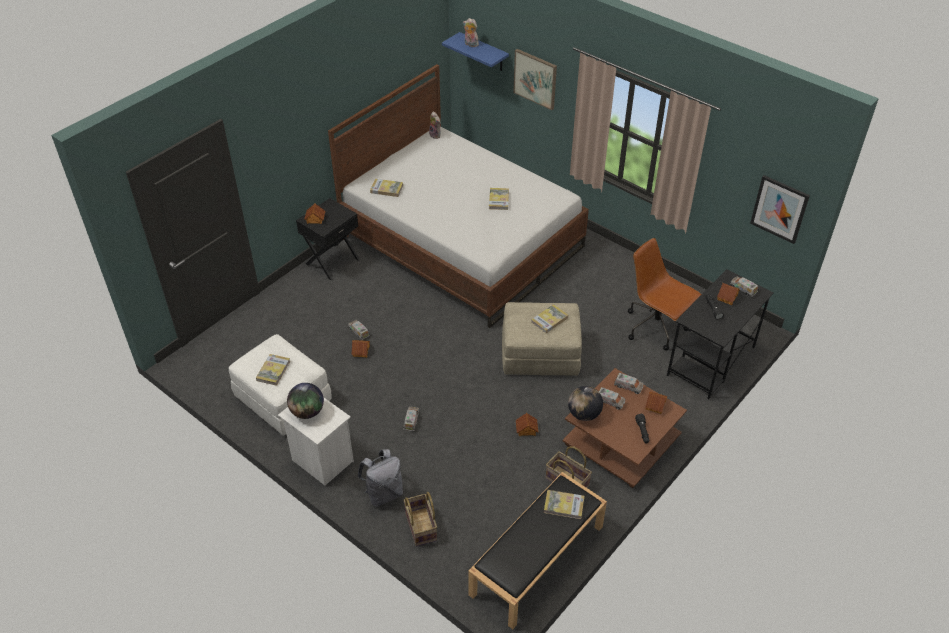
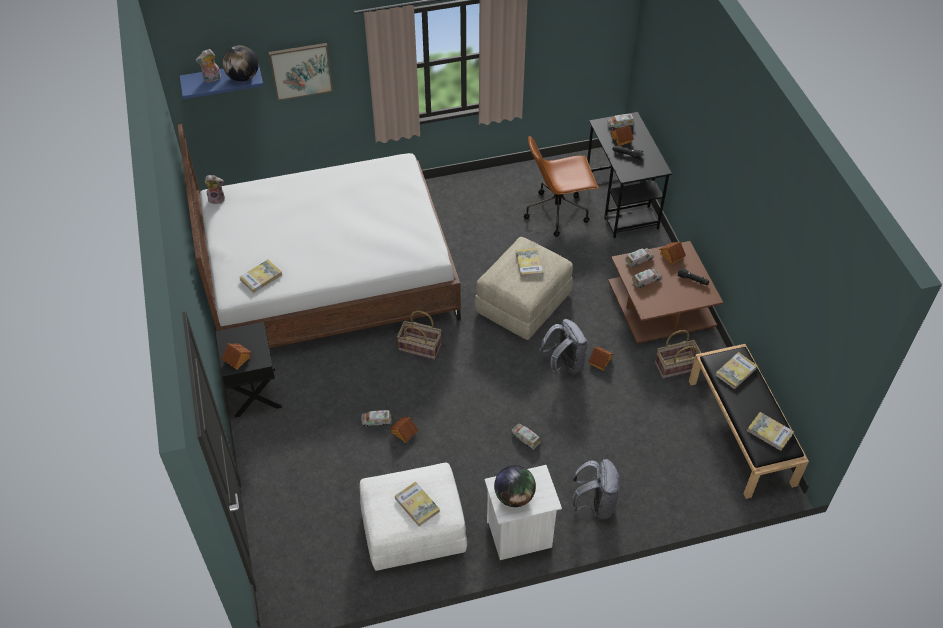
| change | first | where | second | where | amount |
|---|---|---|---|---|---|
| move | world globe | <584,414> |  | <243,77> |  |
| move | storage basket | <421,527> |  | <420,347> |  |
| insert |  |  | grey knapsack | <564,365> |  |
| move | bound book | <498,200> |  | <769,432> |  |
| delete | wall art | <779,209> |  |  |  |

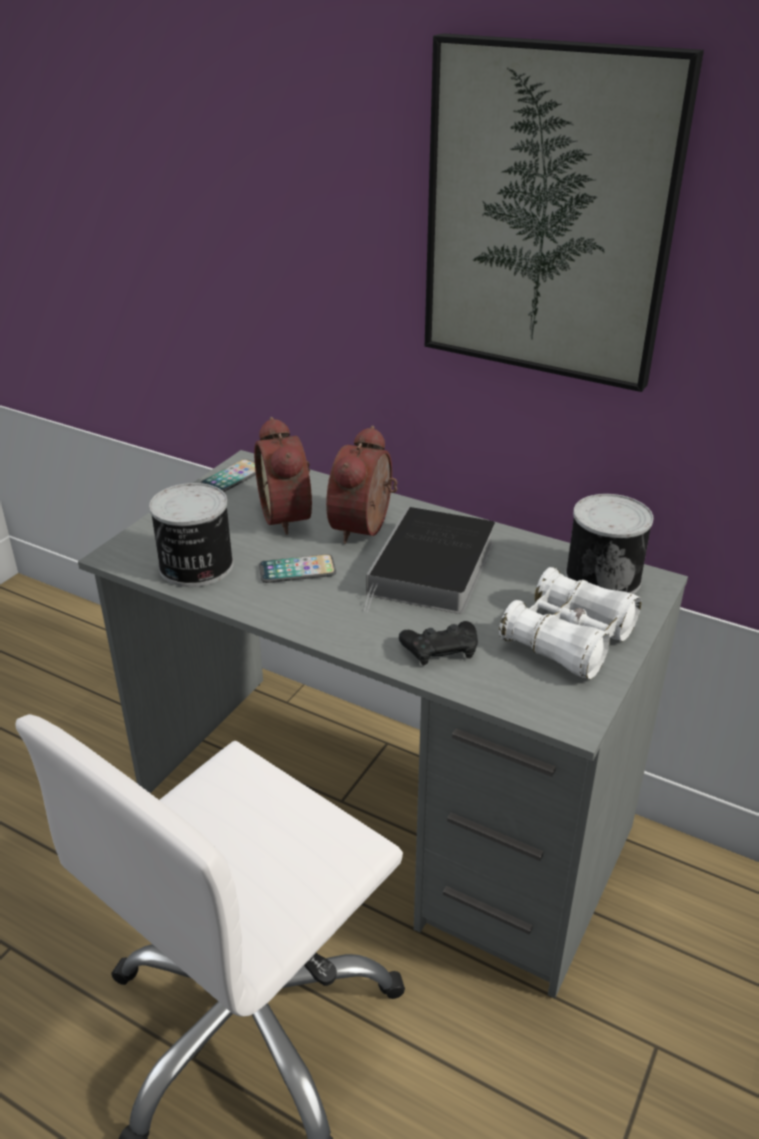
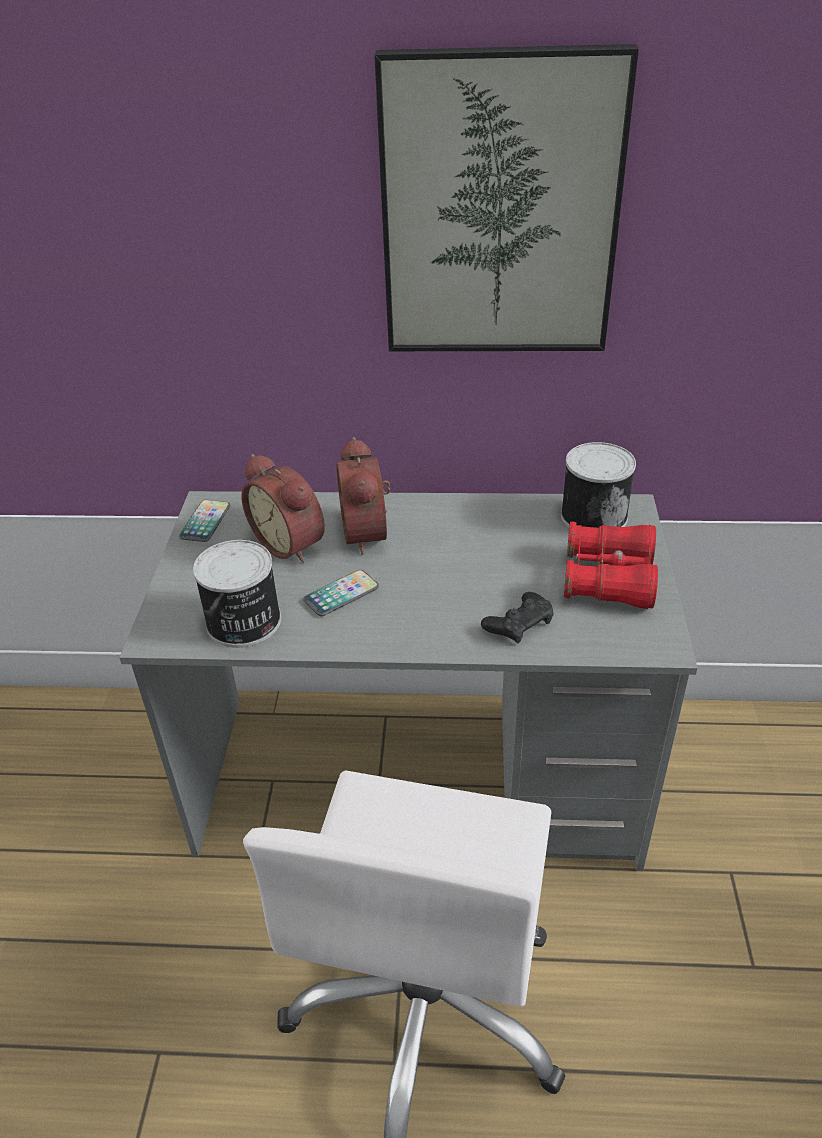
| change | first | where | second | where | amount |
|---|---|---|---|---|---|
| recolor | white-coloured field glasses | <568,639> | red-coloured field glasses | <609,579> |  |
| delete | bound book | <432,570> |  |  |  |

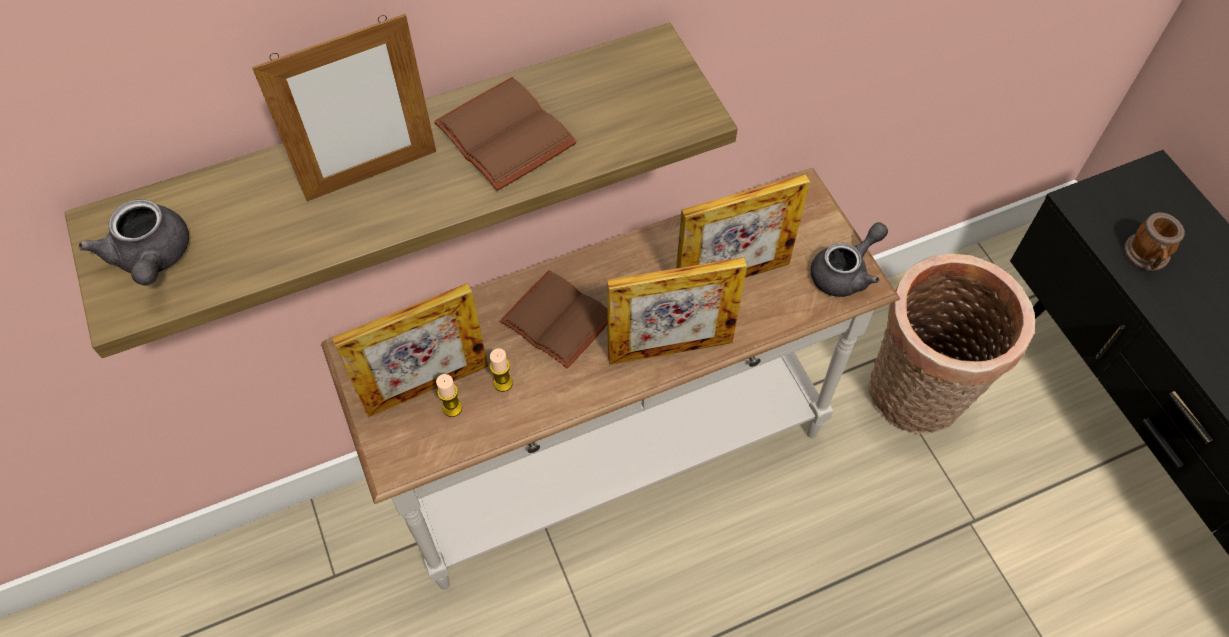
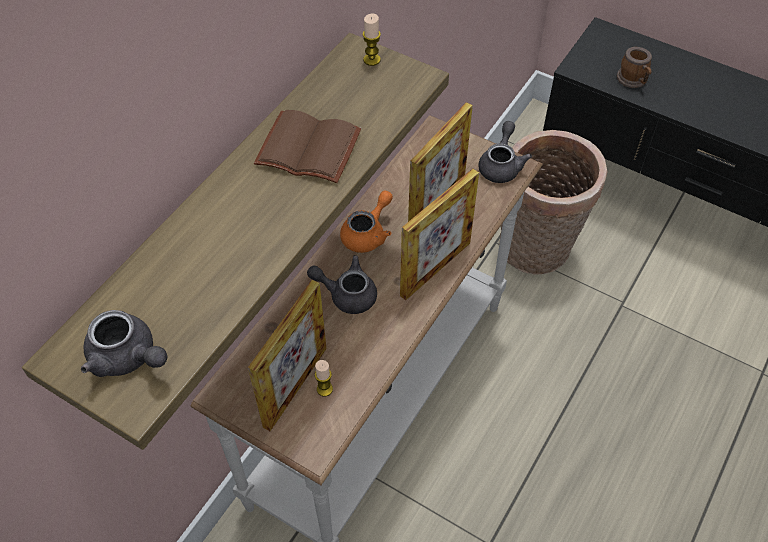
| change | first | where | second | where | amount |
|---|---|---|---|---|---|
| replace | brown-coloured bound book | <555,321> | grey pot for tea | <347,294> |  |
| insert |  |  | orangey pot for tea | <368,234> |  |
| move | wax candle | <503,383> |  | <371,60> |  |
| delete | photo frame | <372,175> |  |  |  |

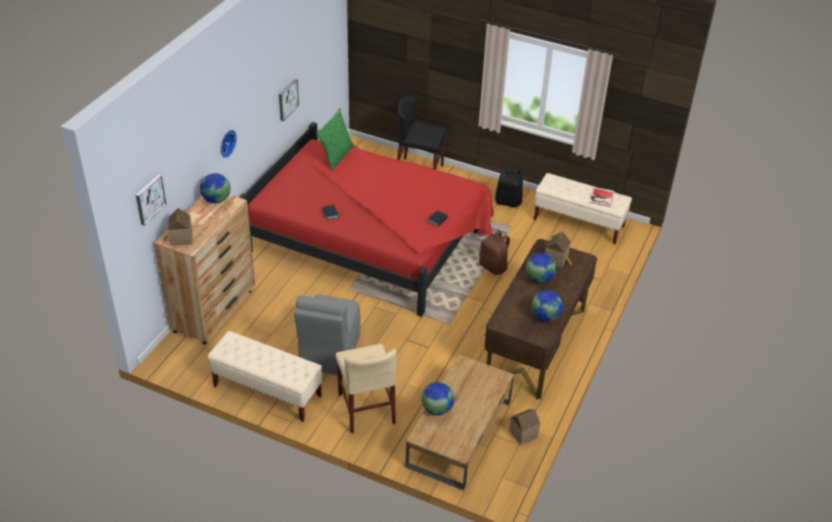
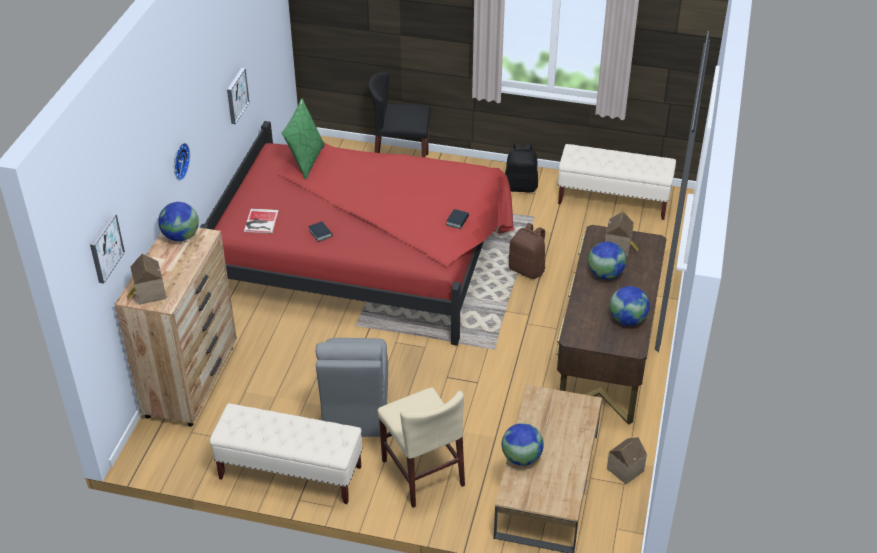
| change | first | where | second | where | amount |
|---|---|---|---|---|---|
| move | bound book | <601,197> |  | <260,222> |  |

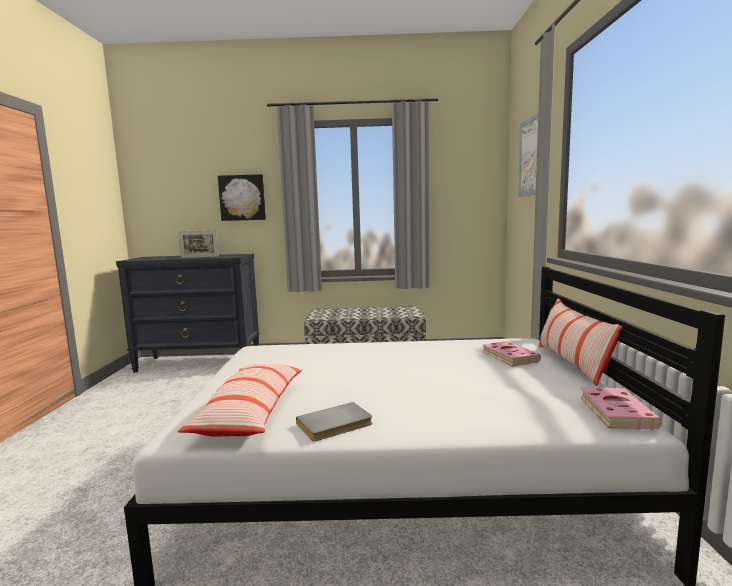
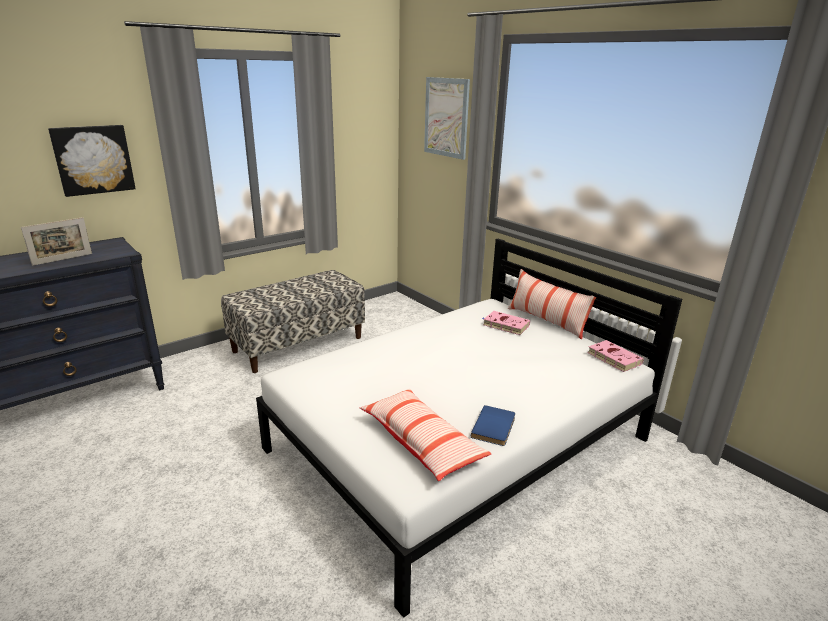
| change | first | where | second | where | amount |
|---|---|---|---|---|---|
| recolor | grey bound book | <335,425> | bluish bound book | <495,427> |  |

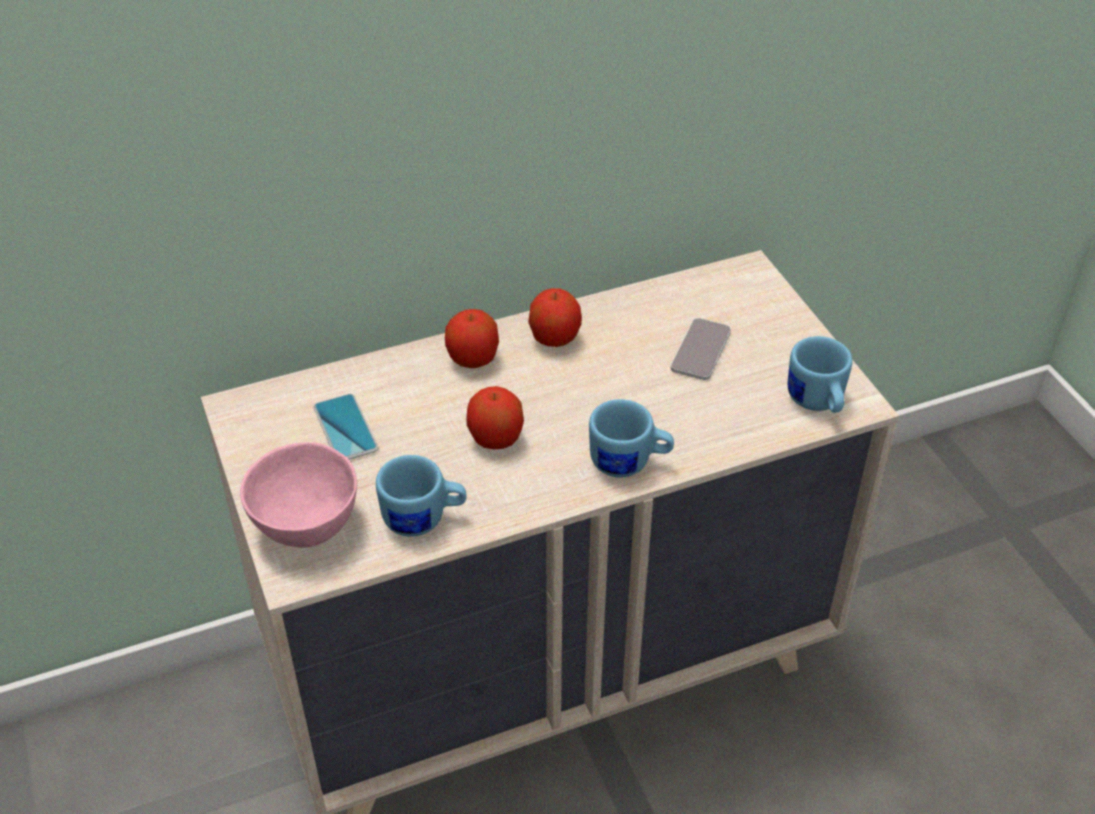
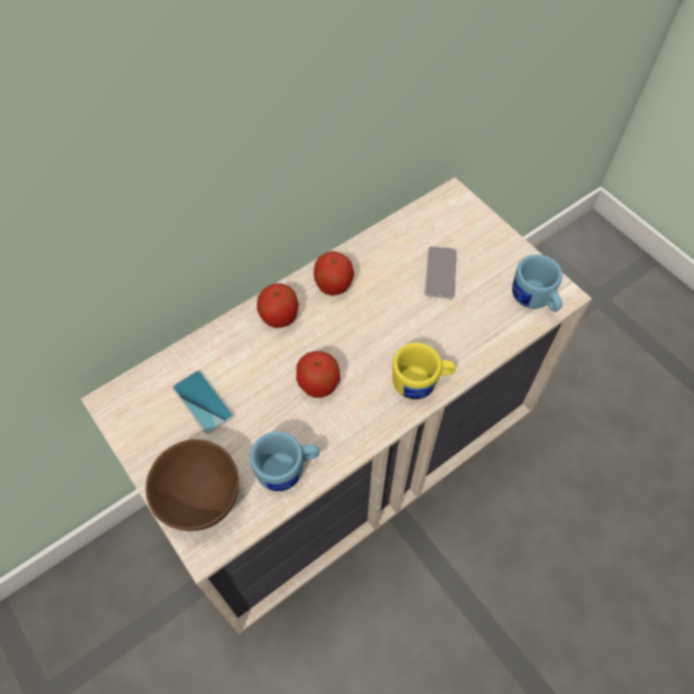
| change | first | where | second | where | amount |
|---|---|---|---|---|---|
| recolor | pinkish bowl | <306,524> | brown-coloured bowl | <200,497> |  |
| recolor | bluish tea mug | <629,463> | yellow tea mug | <421,383> |  |

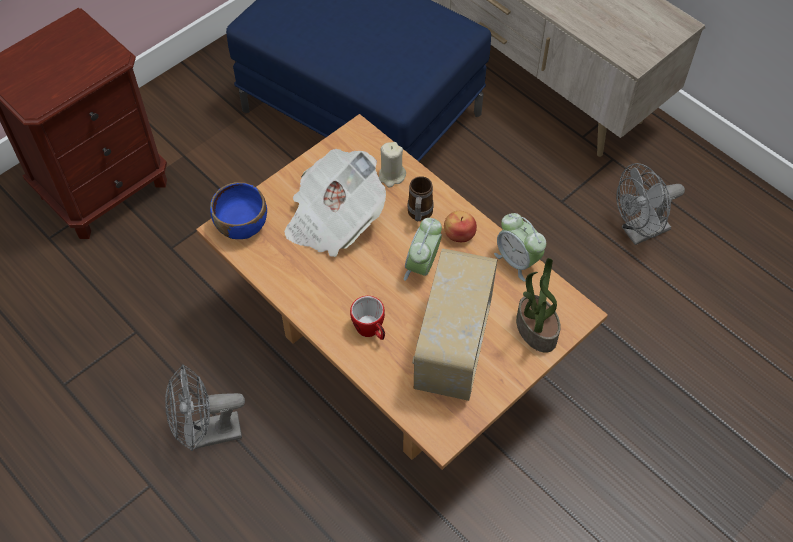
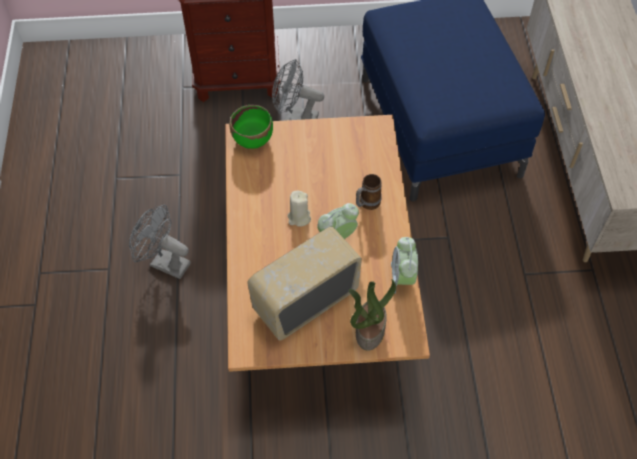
| change | first | where | second | where | amount |
|---|---|---|---|---|---|
| recolor | bluish bowl | <242,225> | green-coloured bowl | <253,139> |  |
| move | grey fan | <639,232> |  | <295,118> |  |
| move | beige-coloured wax candle | <391,176> |  | <299,218> |  |
| delete | newspaper | <333,219> |  |  |  |
| delete | tea mug | <371,331> |  |  |  |
| delete | apple fruit | <459,234> |  |  |  |

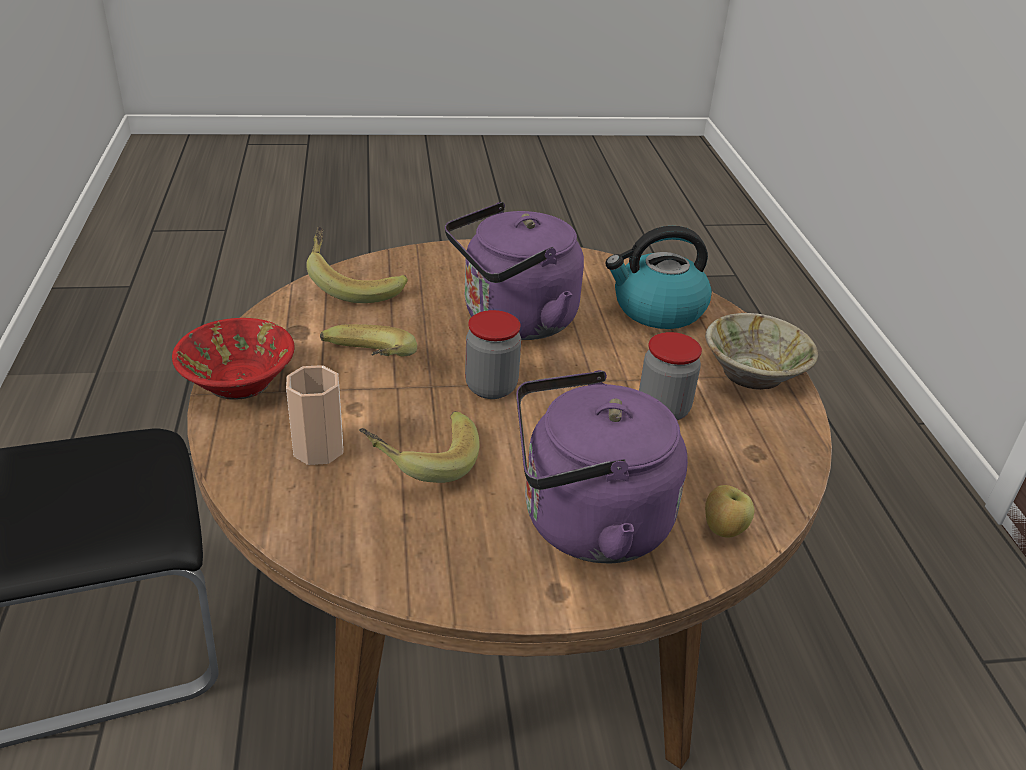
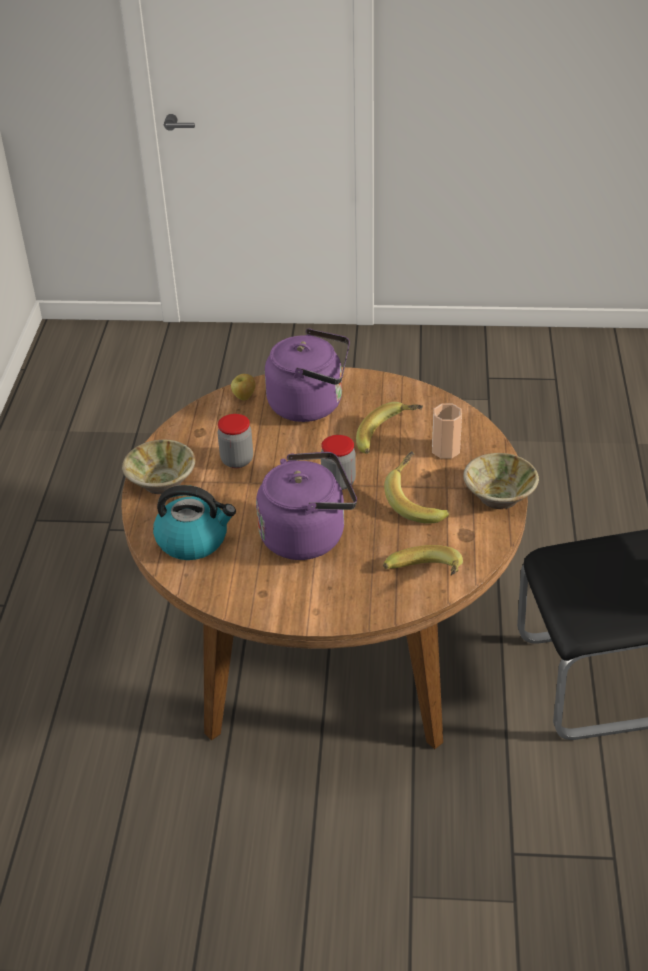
| change | first | where | second | where | amount |
|---|---|---|---|---|---|
| recolor | red-coloured bowl | <238,383> | beige-coloured bowl | <499,495> |  |

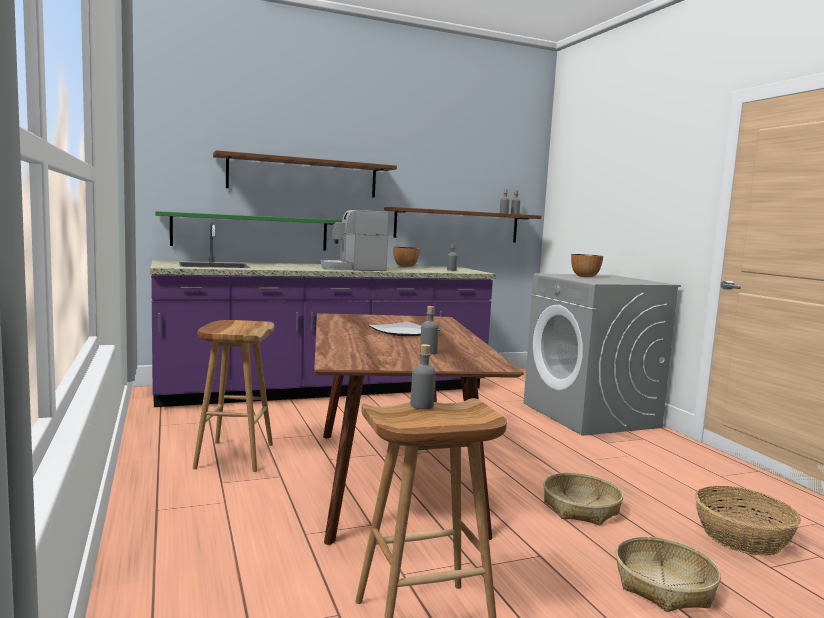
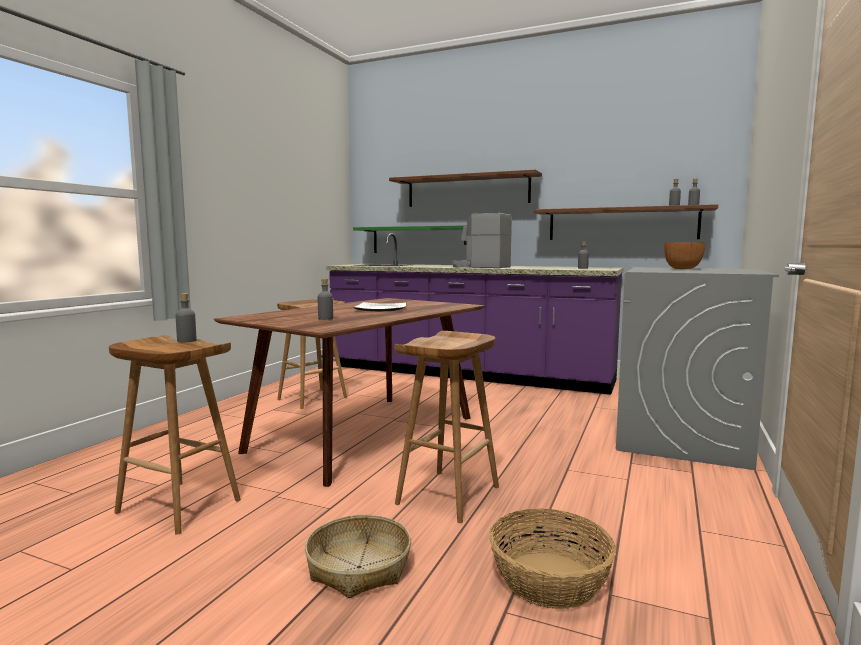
| change | first | where | second | where | amount |
|---|---|---|---|---|---|
| replace | storage basket | <581,508> | brown-coloured stool seat | <448,496> |  |
| delete | bowl | <405,266> |  |  |  |

